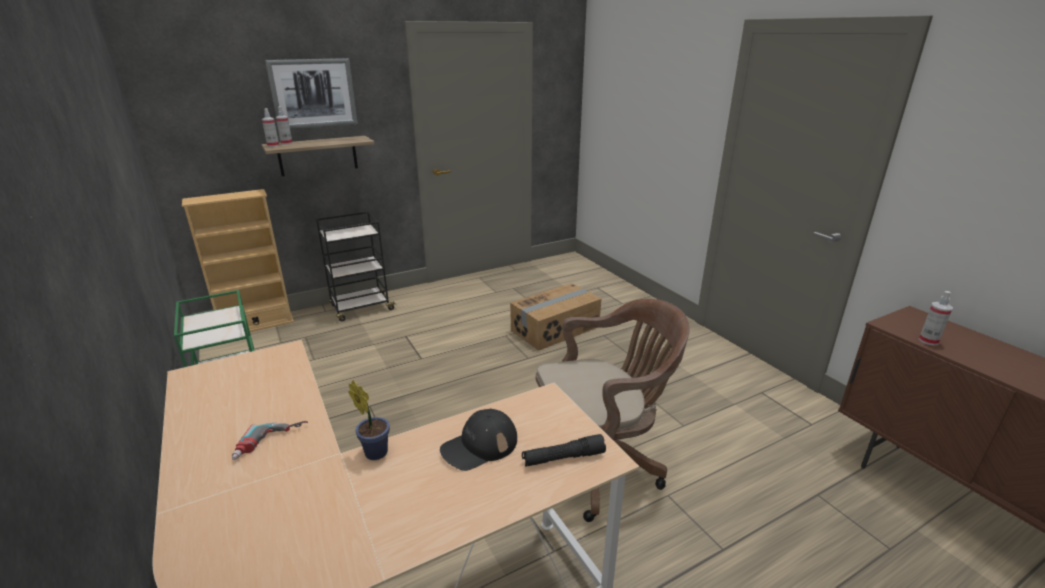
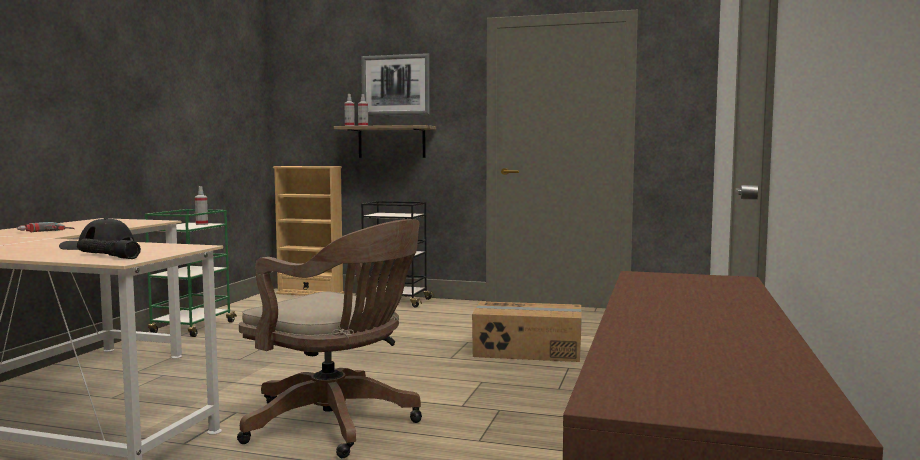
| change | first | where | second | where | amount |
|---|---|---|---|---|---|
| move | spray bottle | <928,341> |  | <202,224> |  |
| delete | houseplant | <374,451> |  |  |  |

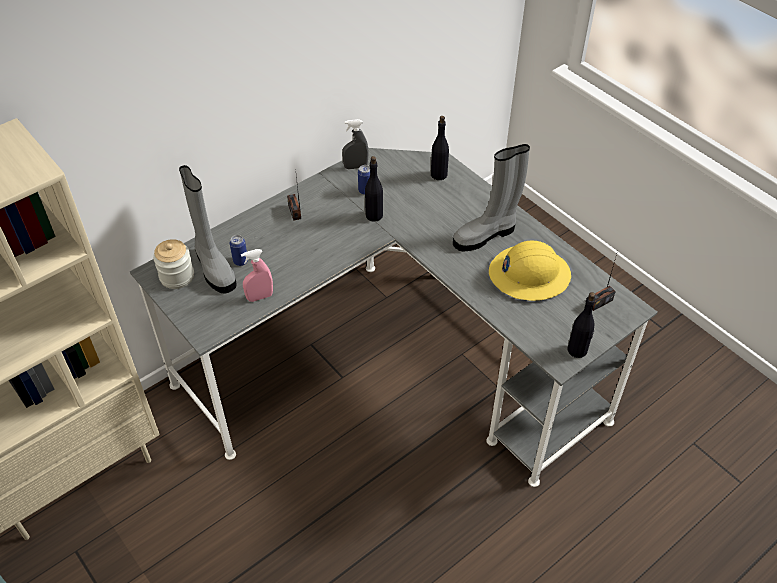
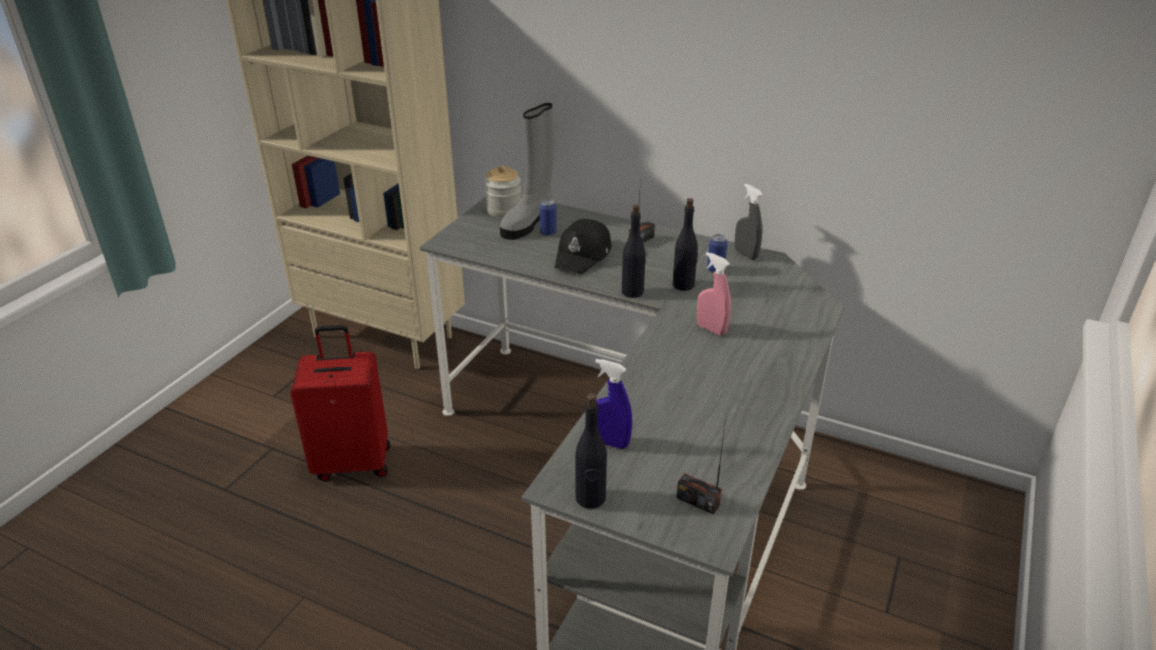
| change | first | where | second | where | amount |
|---|---|---|---|---|---|
| insert |  |  | red-coloured piece of luggage | <353,462> |  |
| insert |  |  | black baseball cap | <583,256> |  |
| insert |  |  | bluish spray bottle | <609,442> |  |
| move | black bottle | <438,174> |  | <632,292> |  |
| move | pinkish spray bottle | <260,297> |  | <711,329> |  |
| delete | grey boot | <486,235> |  |  |  |
| delete | yellow safety helmet | <529,274> |  |  |  |

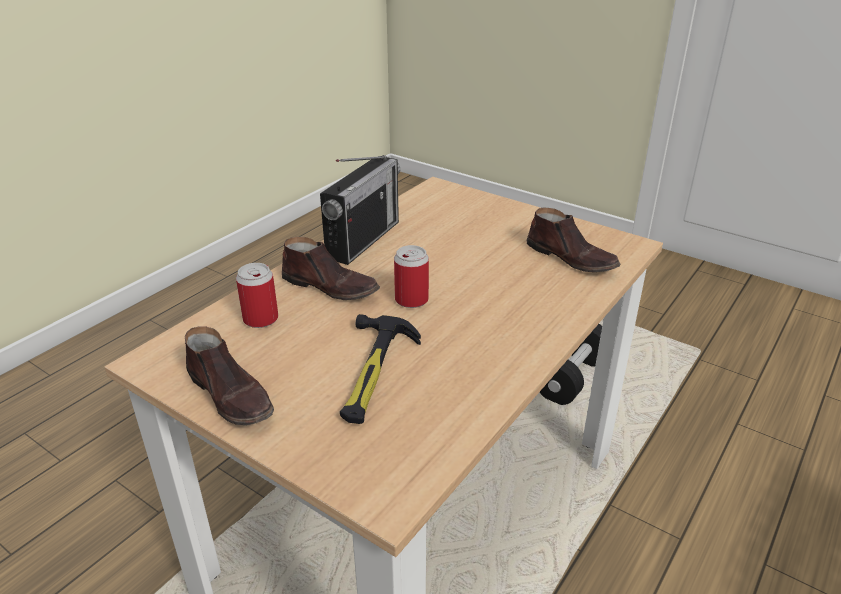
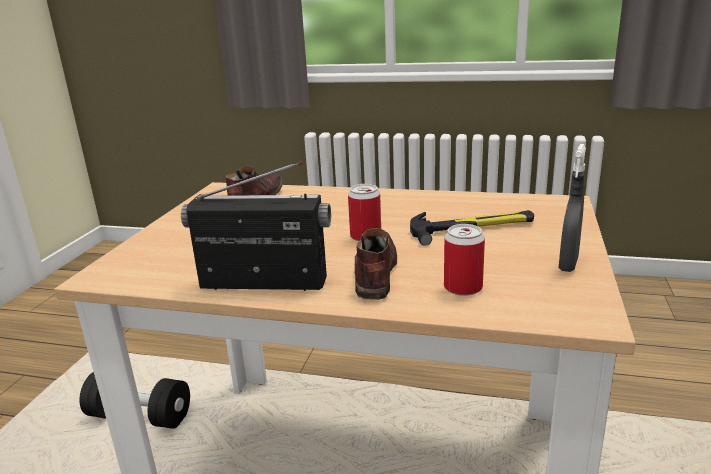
| change | first | where | second | where | amount |
|---|---|---|---|---|---|
| replace | brown-coloured low shoe | <231,395> | grey spray bottle | <568,264> |  |

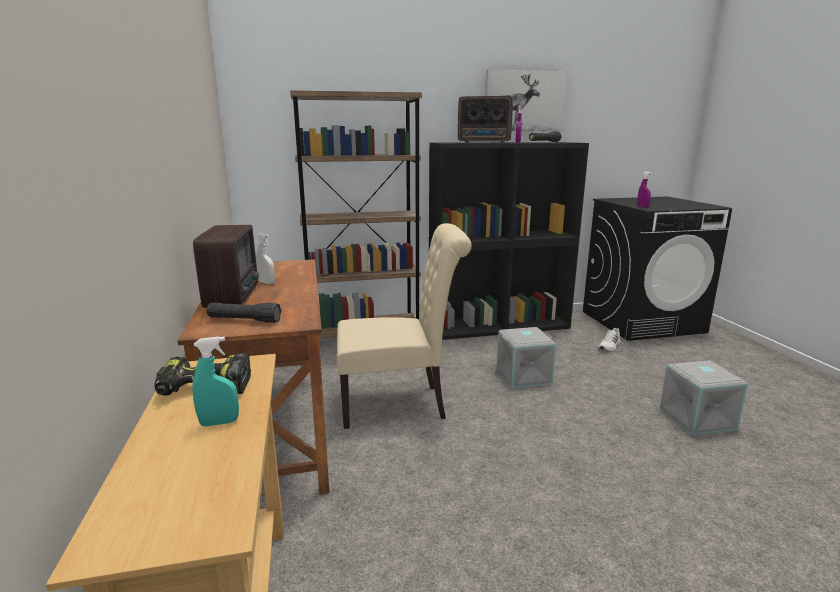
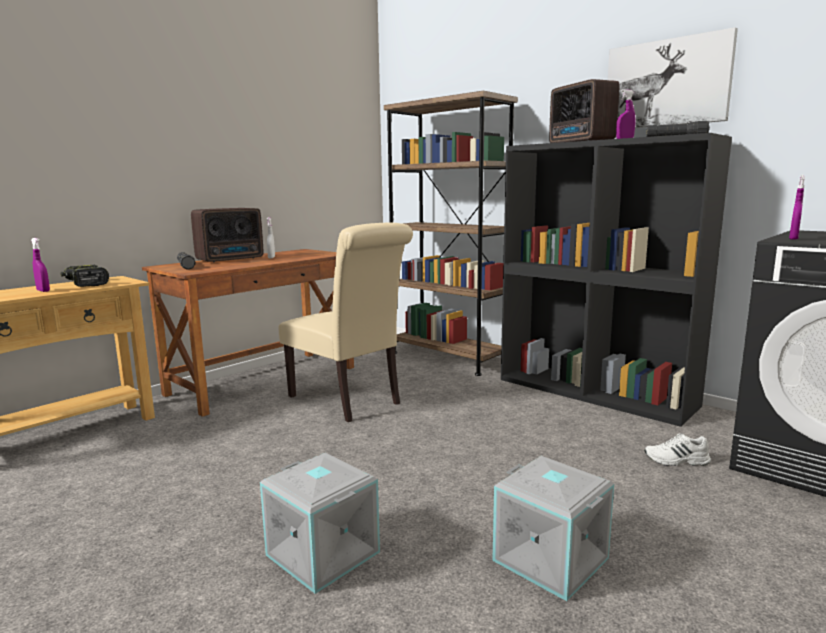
| change | first | where | second | where | amount |
|---|---|---|---|---|---|
| recolor | turquoise-coloured spray bottle | <219,422> | purplish spray bottle | <43,291> |  |
| move | grey storage container | <523,375> |  | <325,553> |  |

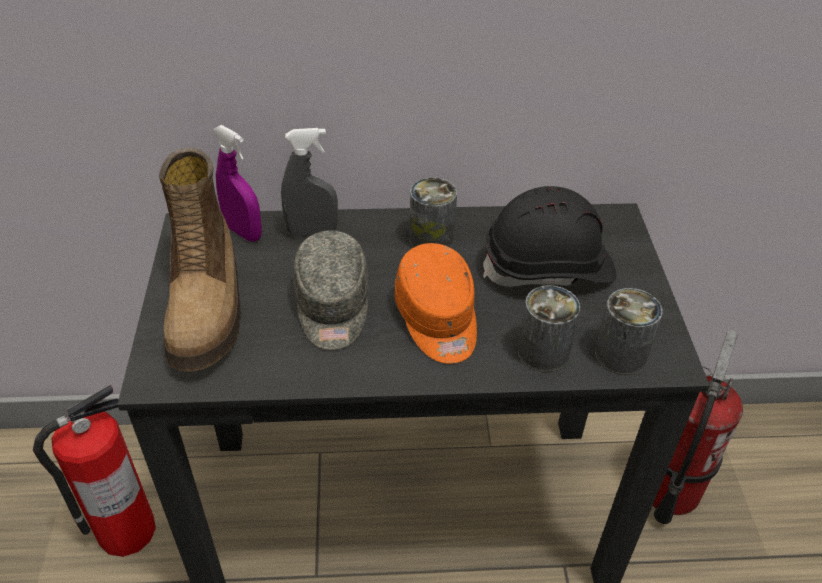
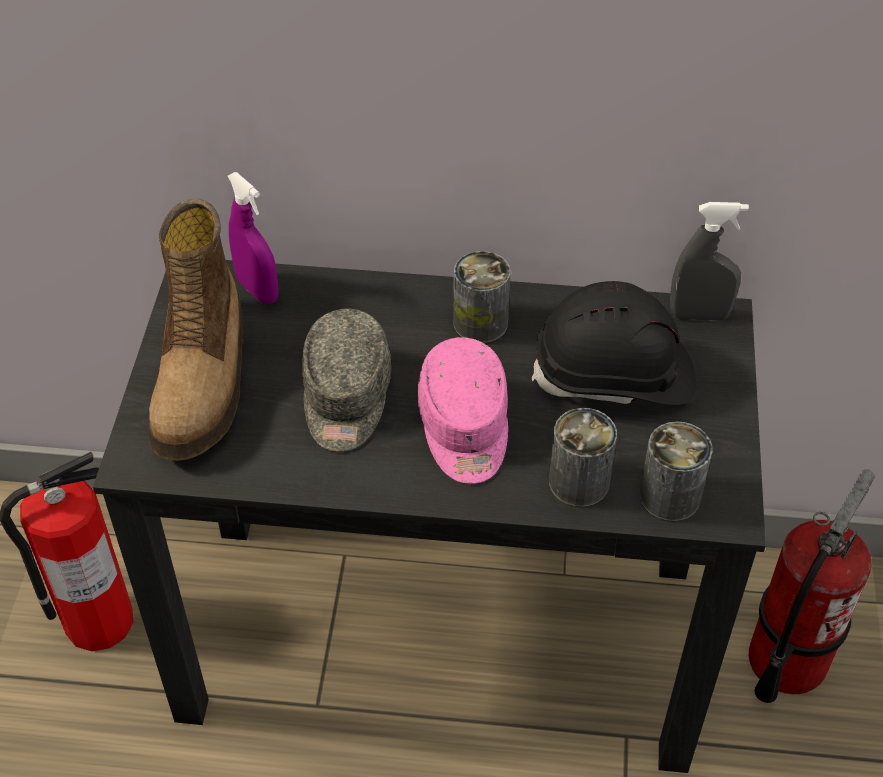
| change | first | where | second | where | amount |
|---|---|---|---|---|---|
| recolor | orangey baseball cap | <437,319> | pinkish baseball cap | <464,428> |  |
| move | grey spray bottle | <312,232> |  | <699,315> |  |

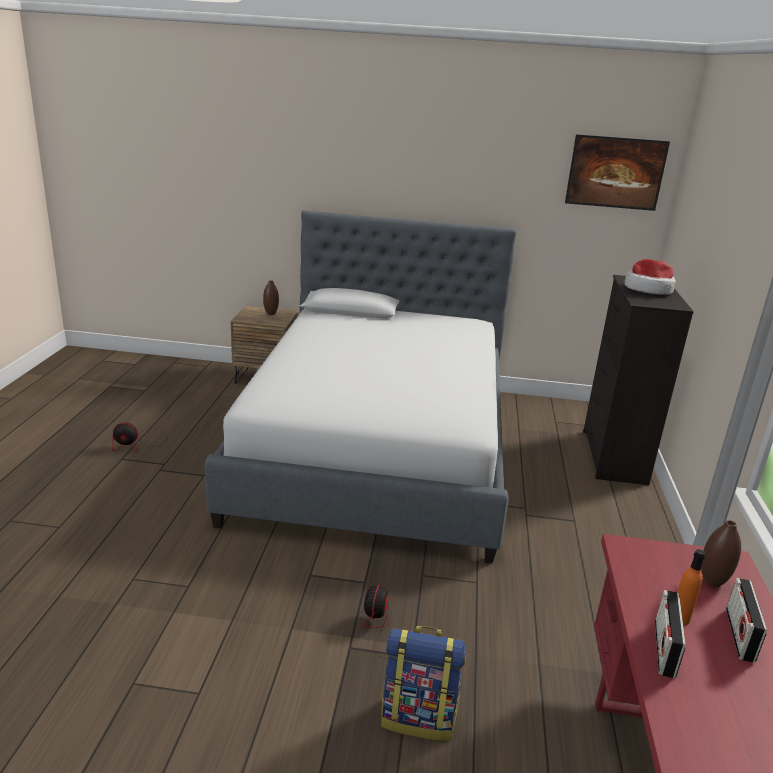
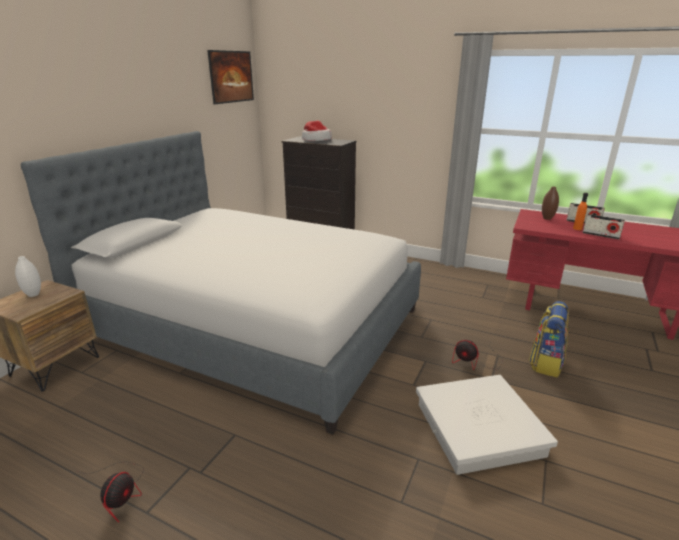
| change | first | where | second | where | amount |
|---|---|---|---|---|---|
| recolor | brown-coloured flower vase | <271,313> | white-coloured flower vase | <33,294> |  |
| insert |  |  | white-coloured storage container | <478,428> |  |

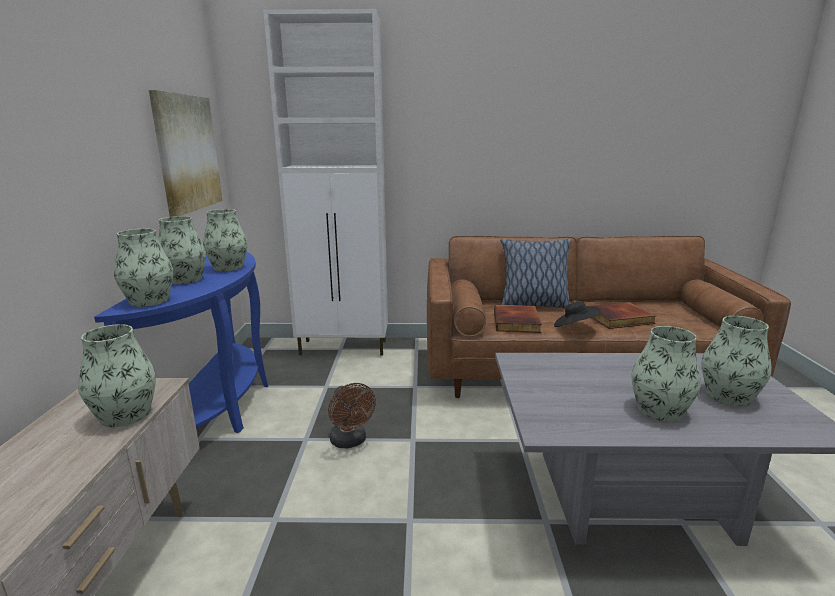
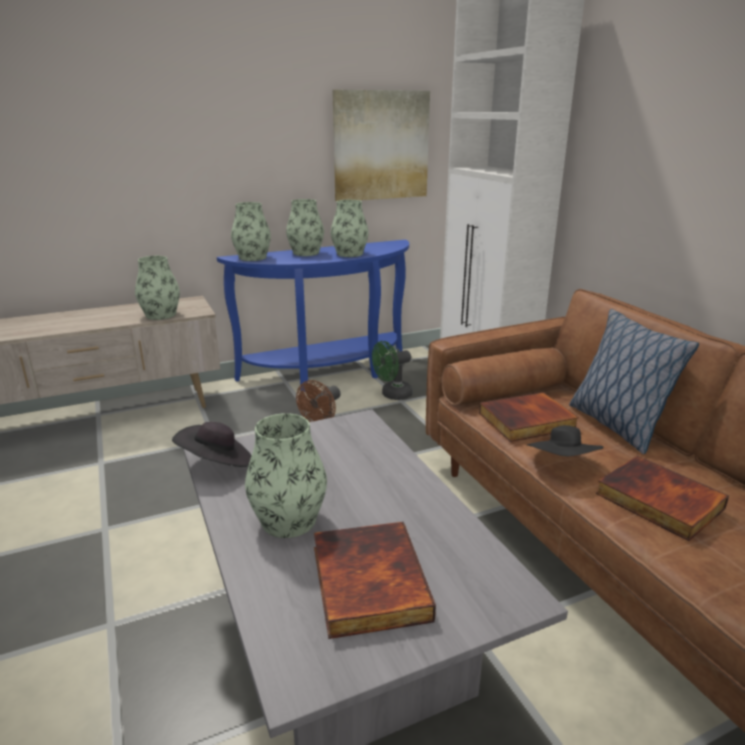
| change | first | where | second | where | amount |
|---|---|---|---|---|---|
| insert |  |  | black wearable hat | <217,464> |  |
| replace | flower vase | <728,396> | bound book | <366,582> |  |
| insert |  |  | green-coloured fan | <392,395> |  |

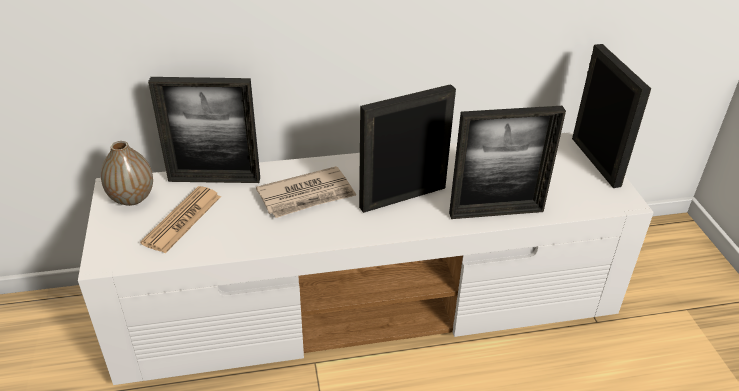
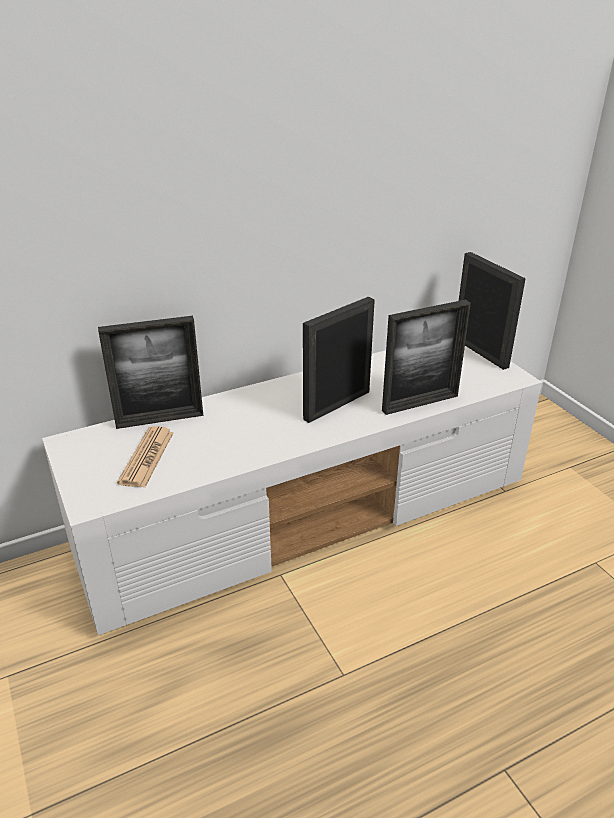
| change | first | where | second | where | amount |
|---|---|---|---|---|---|
| delete | flower vase | <132,198> |  |  |  |
| delete | newspaper | <307,196> |  |  |  |

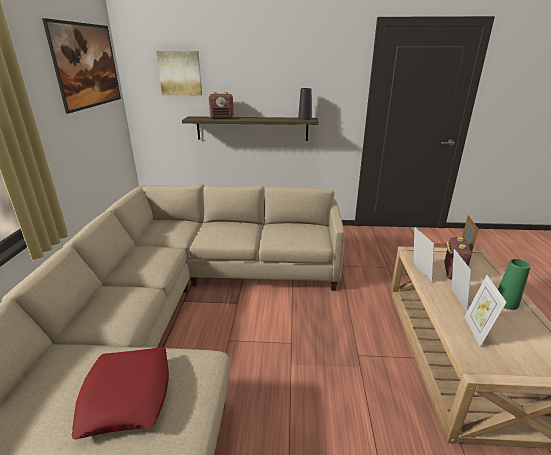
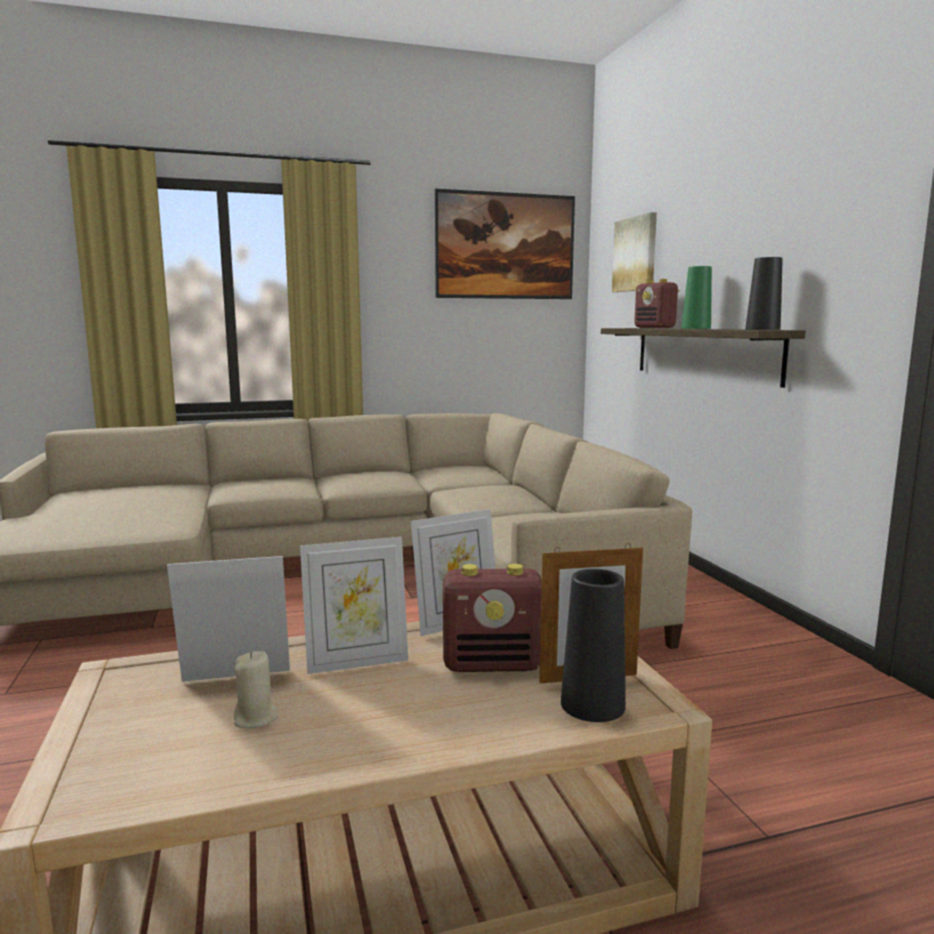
| change | first | where | second | where | amount |
|---|---|---|---|---|---|
| insert |  |  | beige-coloured wax candle | <256,718> |  |
| insert |  |  | black flower vase | <592,705> |  |
| move | green-coloured flower vase | <506,302> |  | <696,328> |  |
| delete | red-coloured cushion | <126,395> |  |  |  |

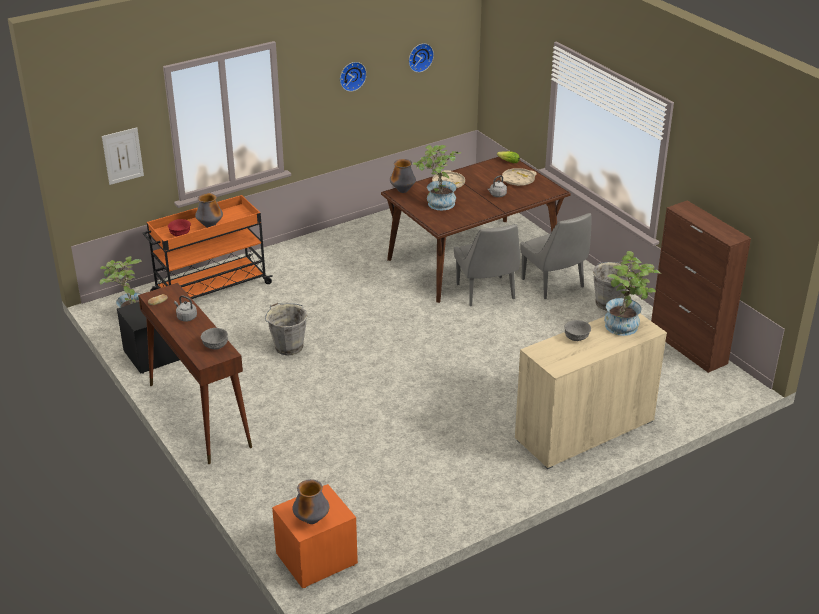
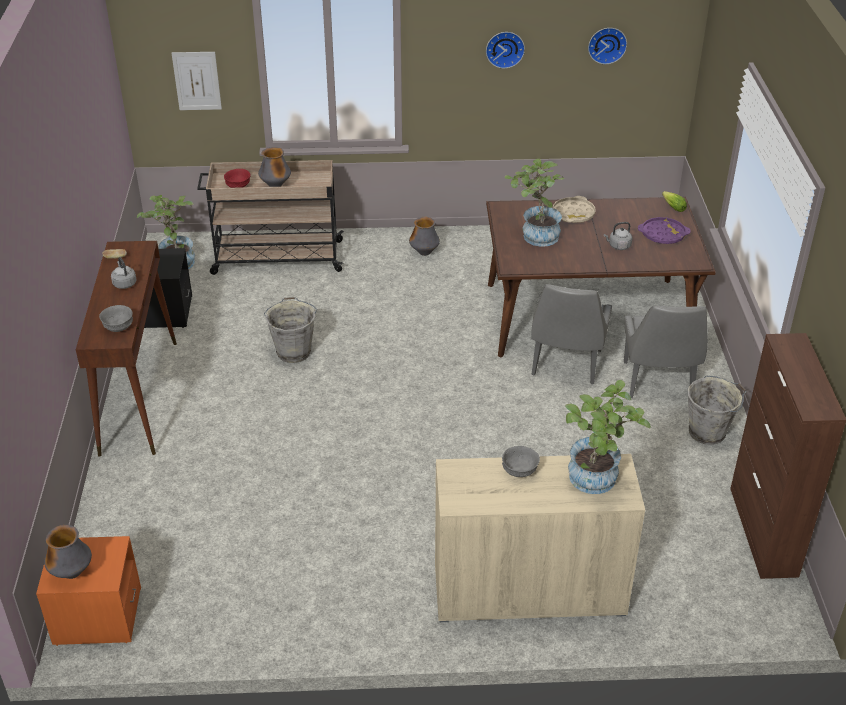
| change | first | where | second | where | amount |
|---|---|---|---|---|---|
| recolor | orangey wheeled cart | <210,289> | beige-coloured wheeled cart | <276,257> |  |
| move | flower vase | <403,191> |  | <424,253> |  |
| recolor | beige-coloured serving tray | <518,180> | purplish serving tray | <663,234> |  |

